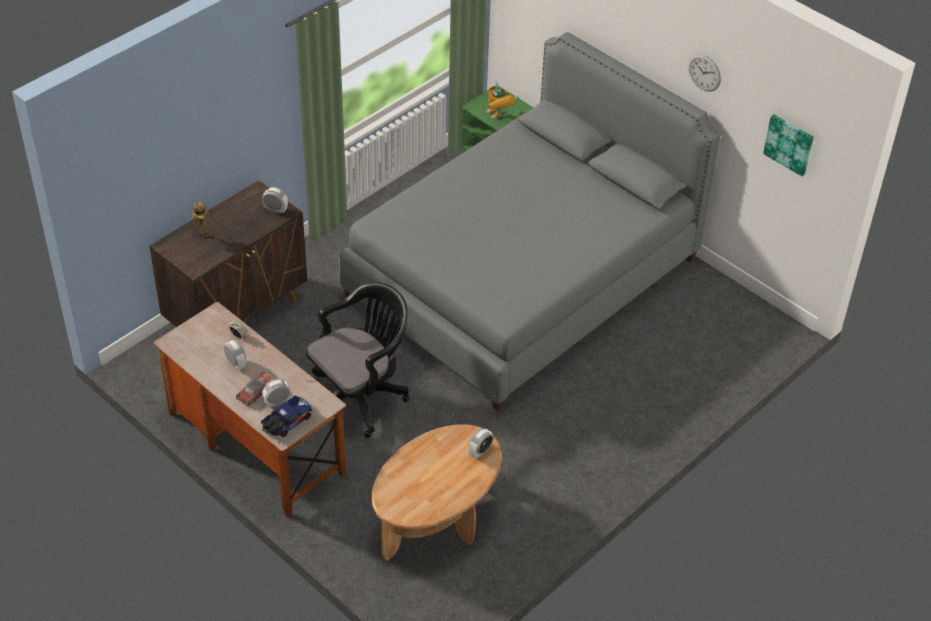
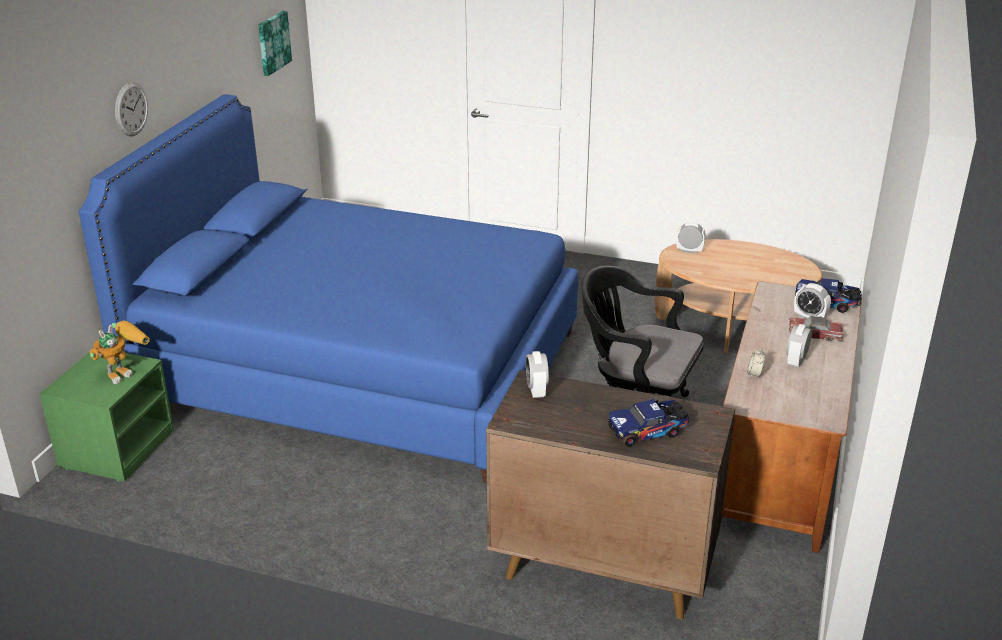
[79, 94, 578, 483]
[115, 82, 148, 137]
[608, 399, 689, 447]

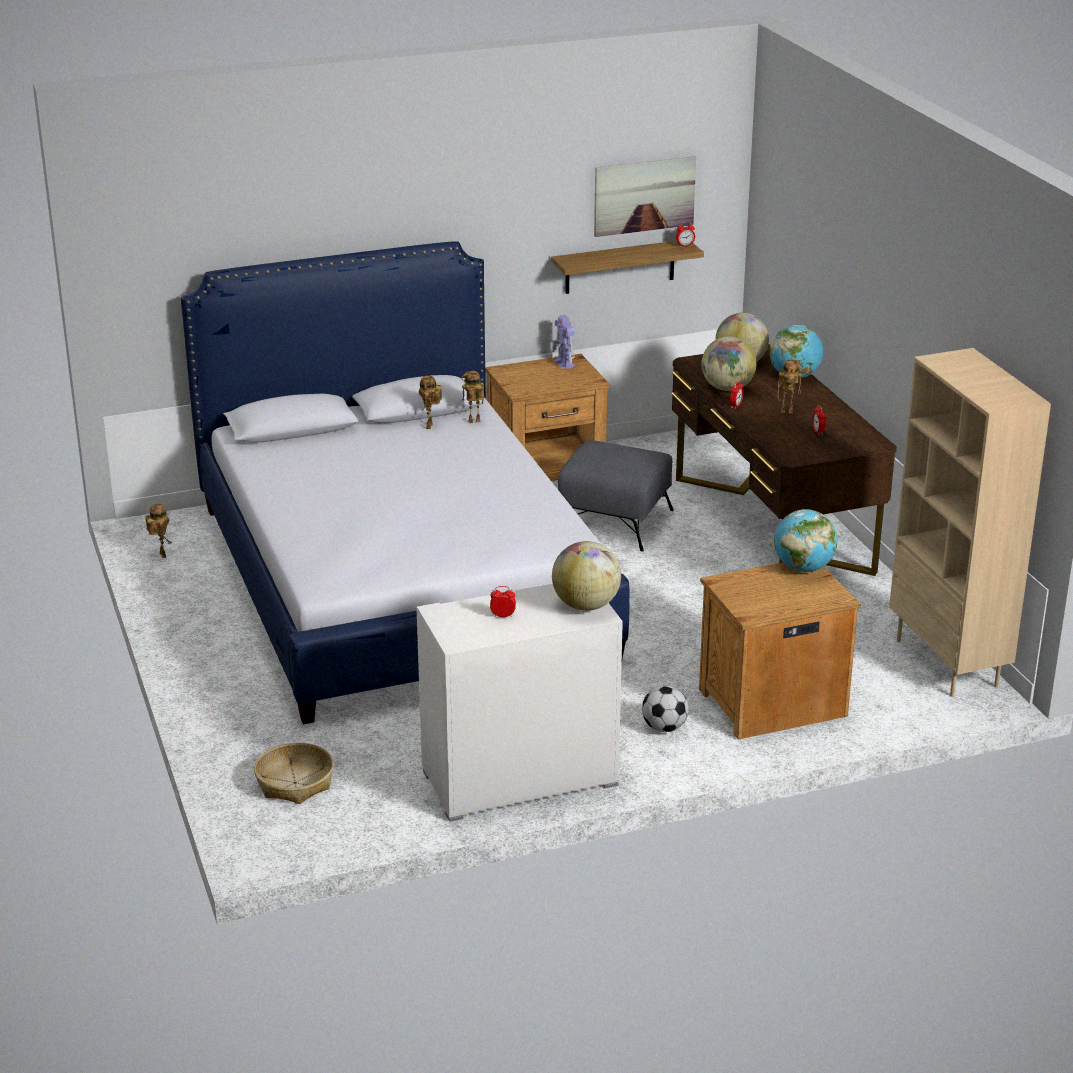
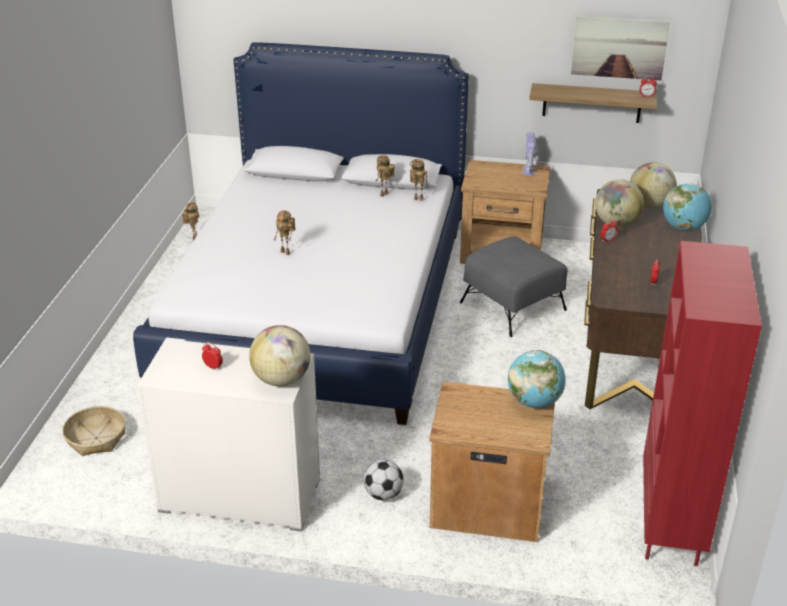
[643, 241, 762, 566]
[274, 210, 296, 255]

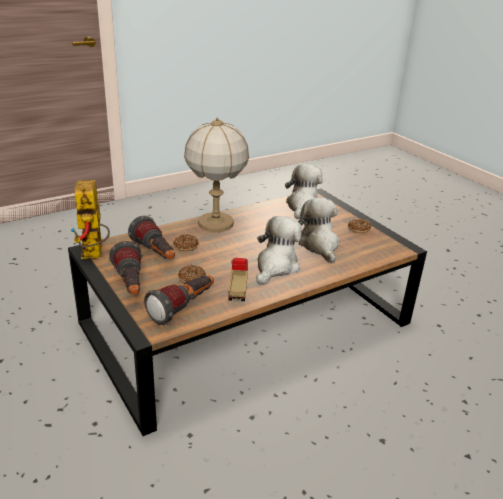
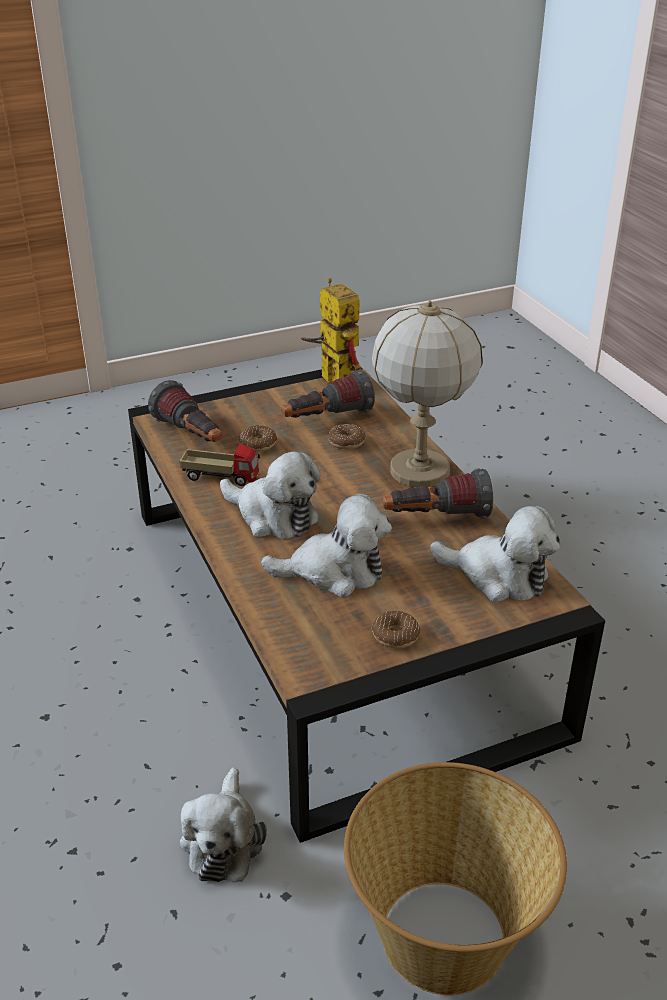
[301, 278, 361, 383]
[383, 468, 493, 519]
[344, 762, 567, 995]
[180, 767, 267, 883]

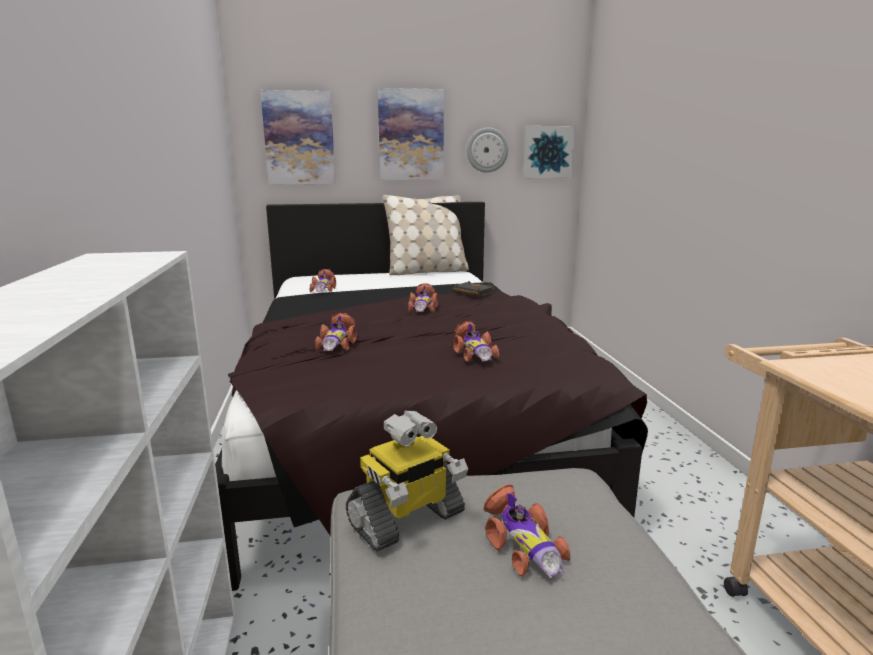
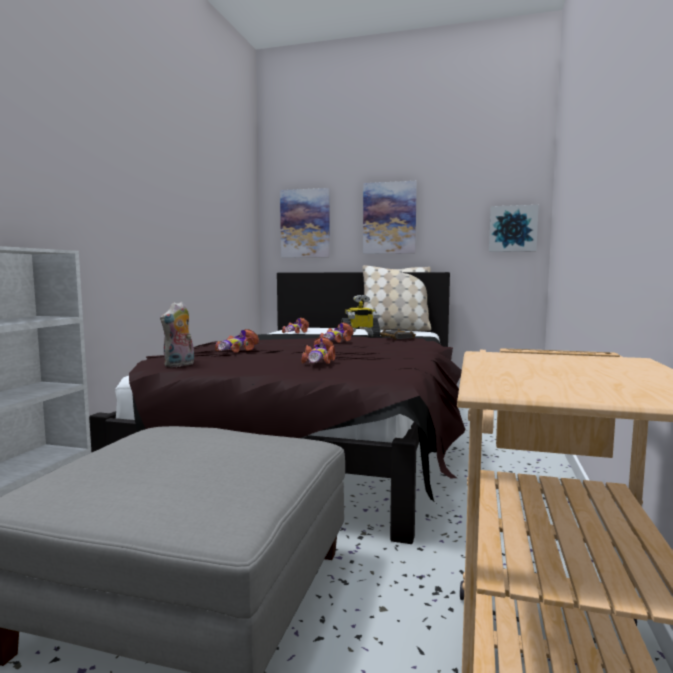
[467, 127, 508, 173] (first image)
[341, 295, 381, 337]
[483, 484, 570, 578] (first image)
[160, 302, 194, 368]

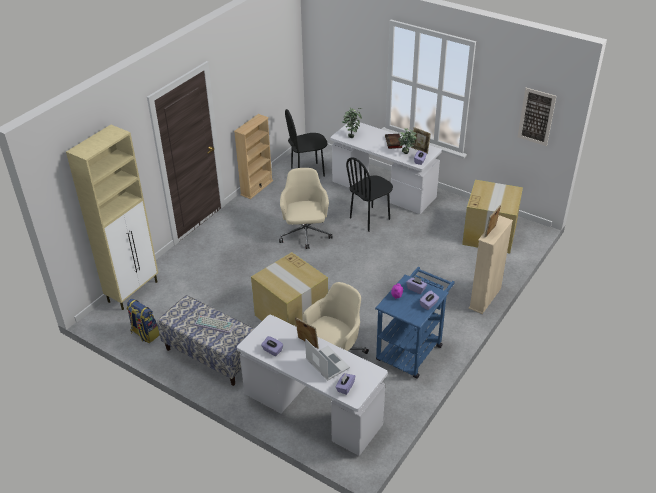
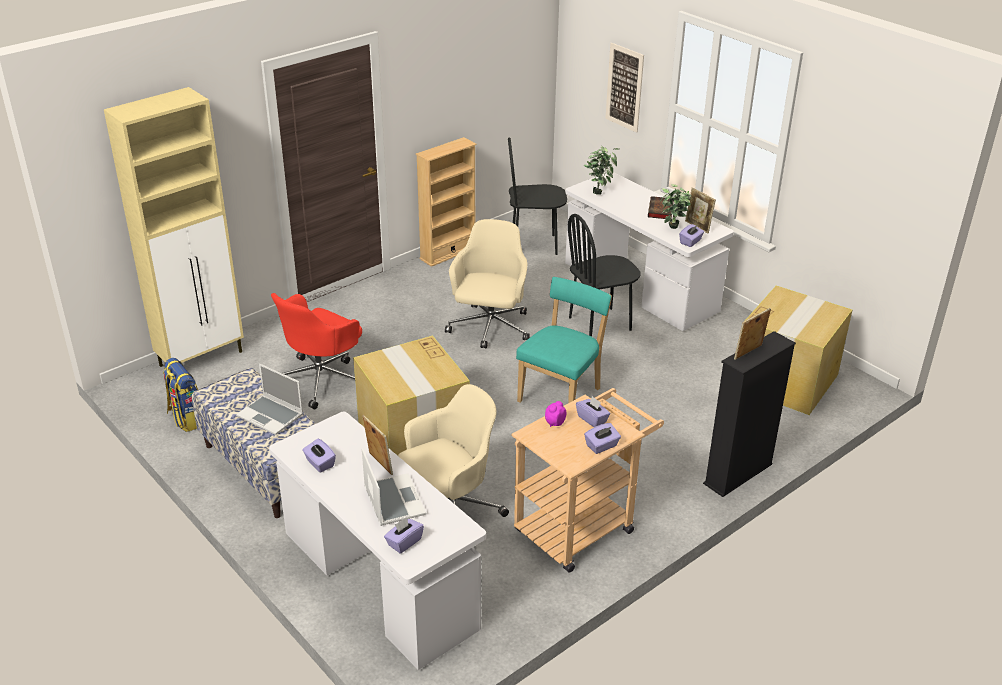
[605, 43, 644, 133]
[703, 331, 796, 497]
[511, 388, 664, 573]
[236, 364, 303, 435]
[516, 277, 612, 403]
[271, 293, 362, 409]

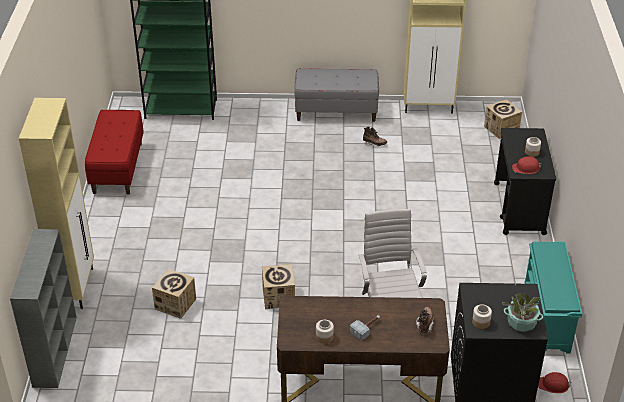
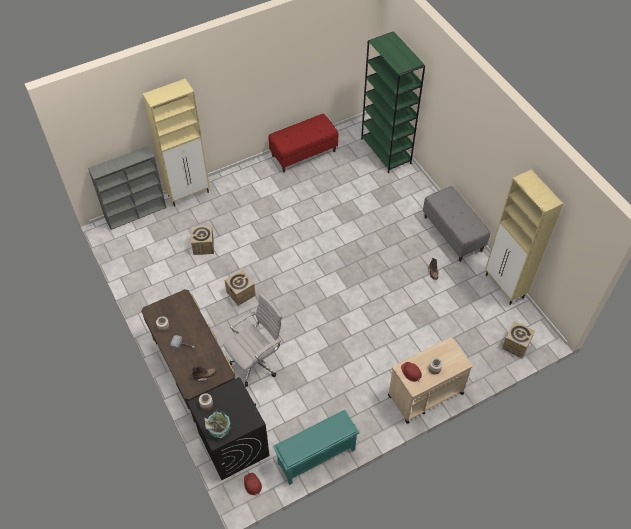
[388, 337, 473, 424]

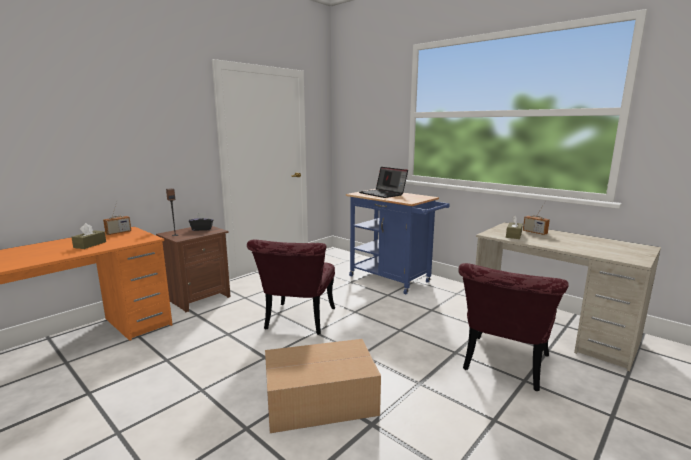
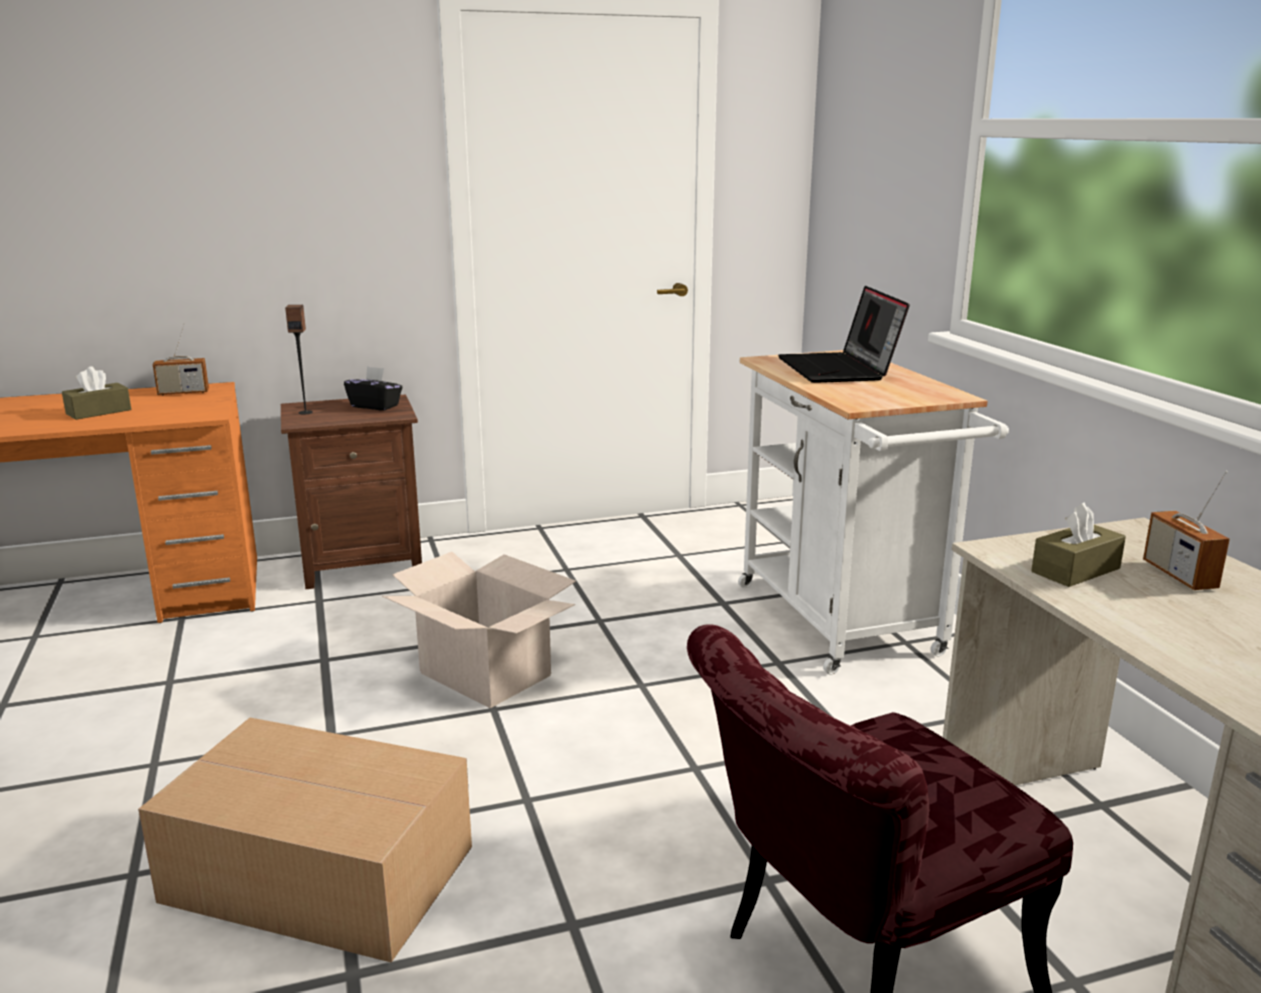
[738, 350, 1009, 674]
[382, 552, 576, 708]

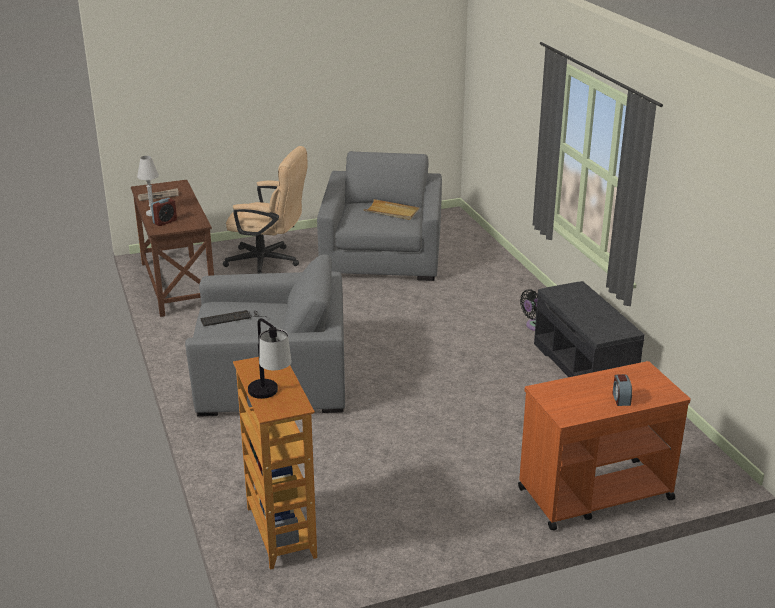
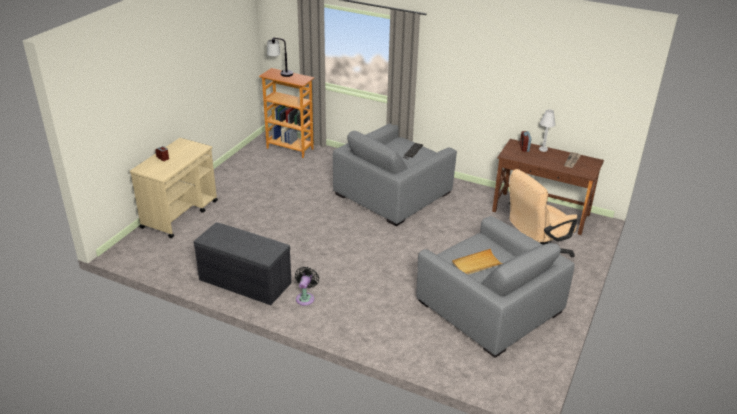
[130, 138, 218, 238]

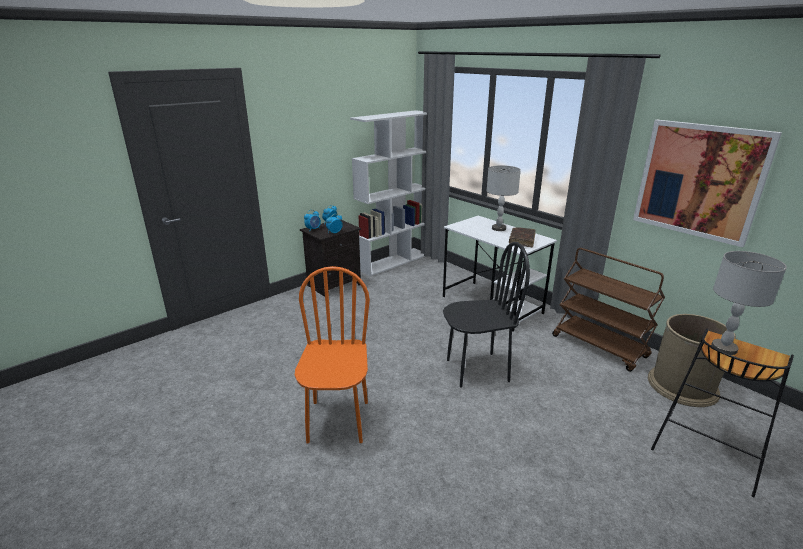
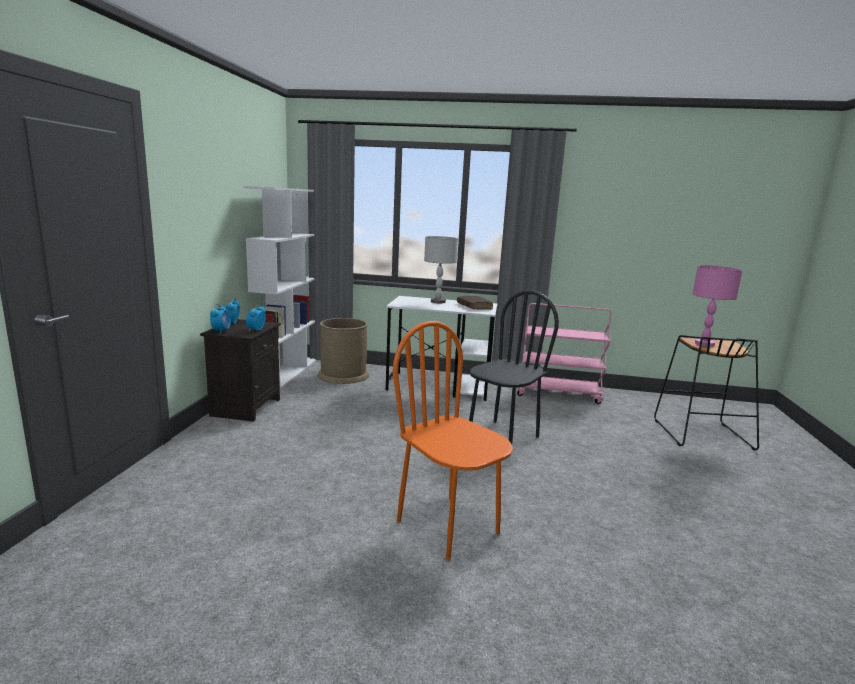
[633, 120, 782, 248] (first image)
[517, 303, 611, 404]
[692, 265, 742, 347]
[317, 318, 369, 384]

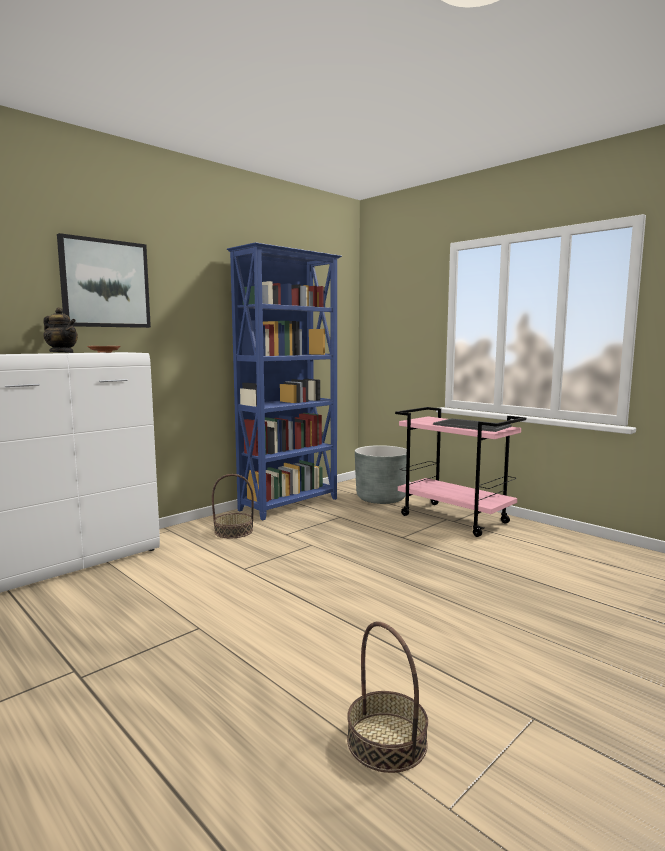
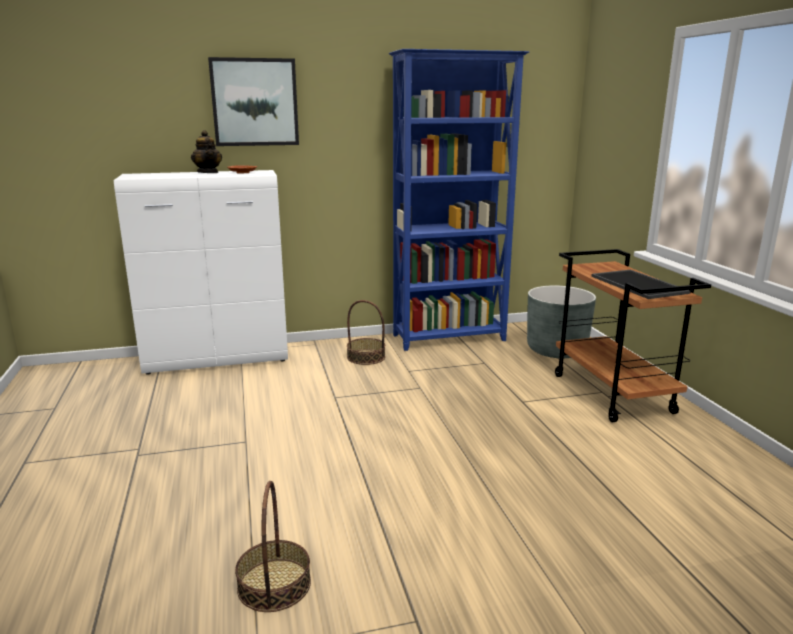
[555, 249, 711, 422]

